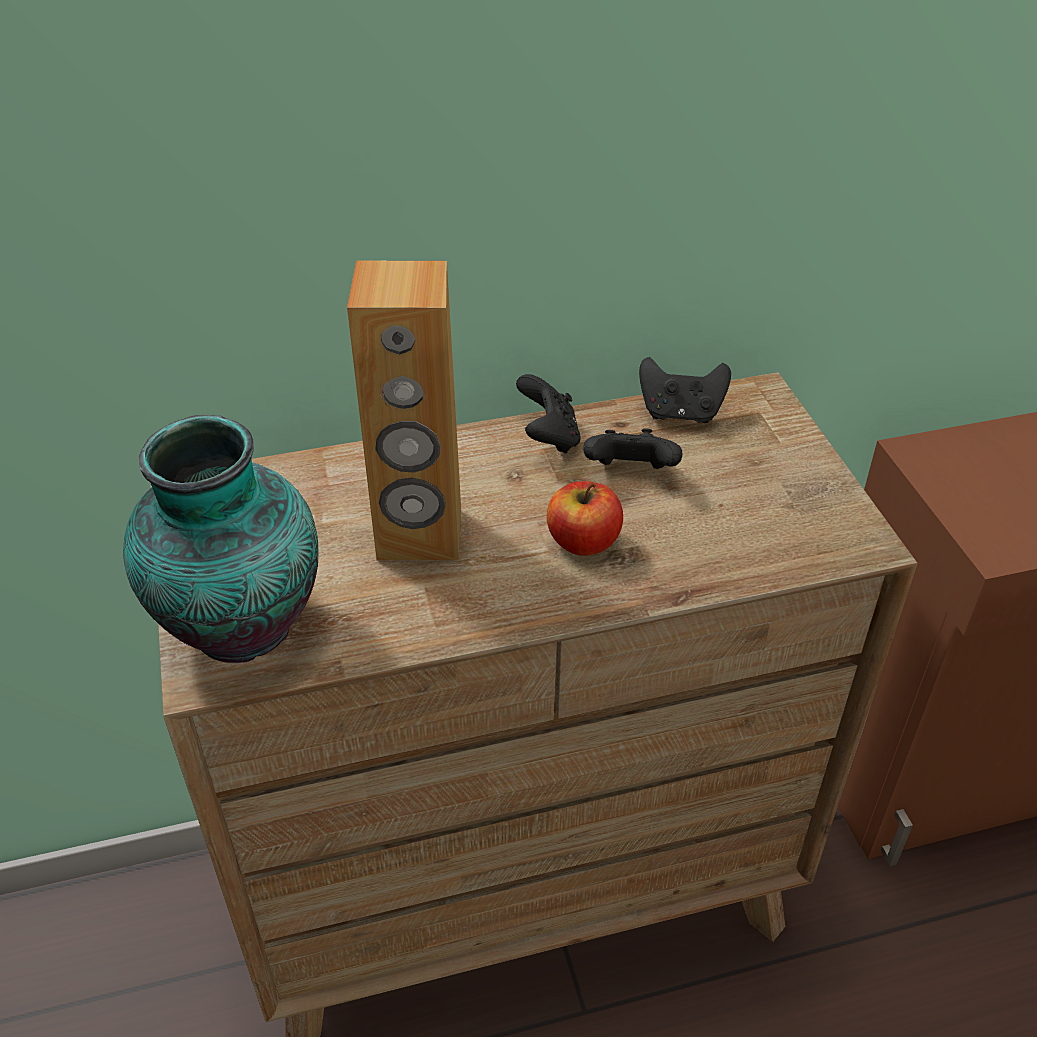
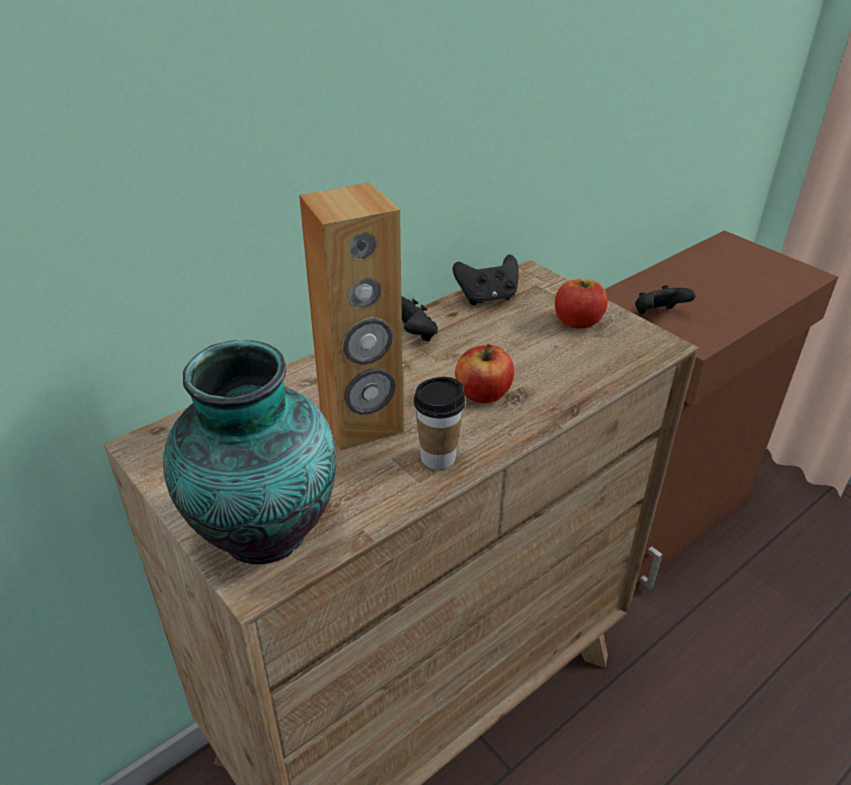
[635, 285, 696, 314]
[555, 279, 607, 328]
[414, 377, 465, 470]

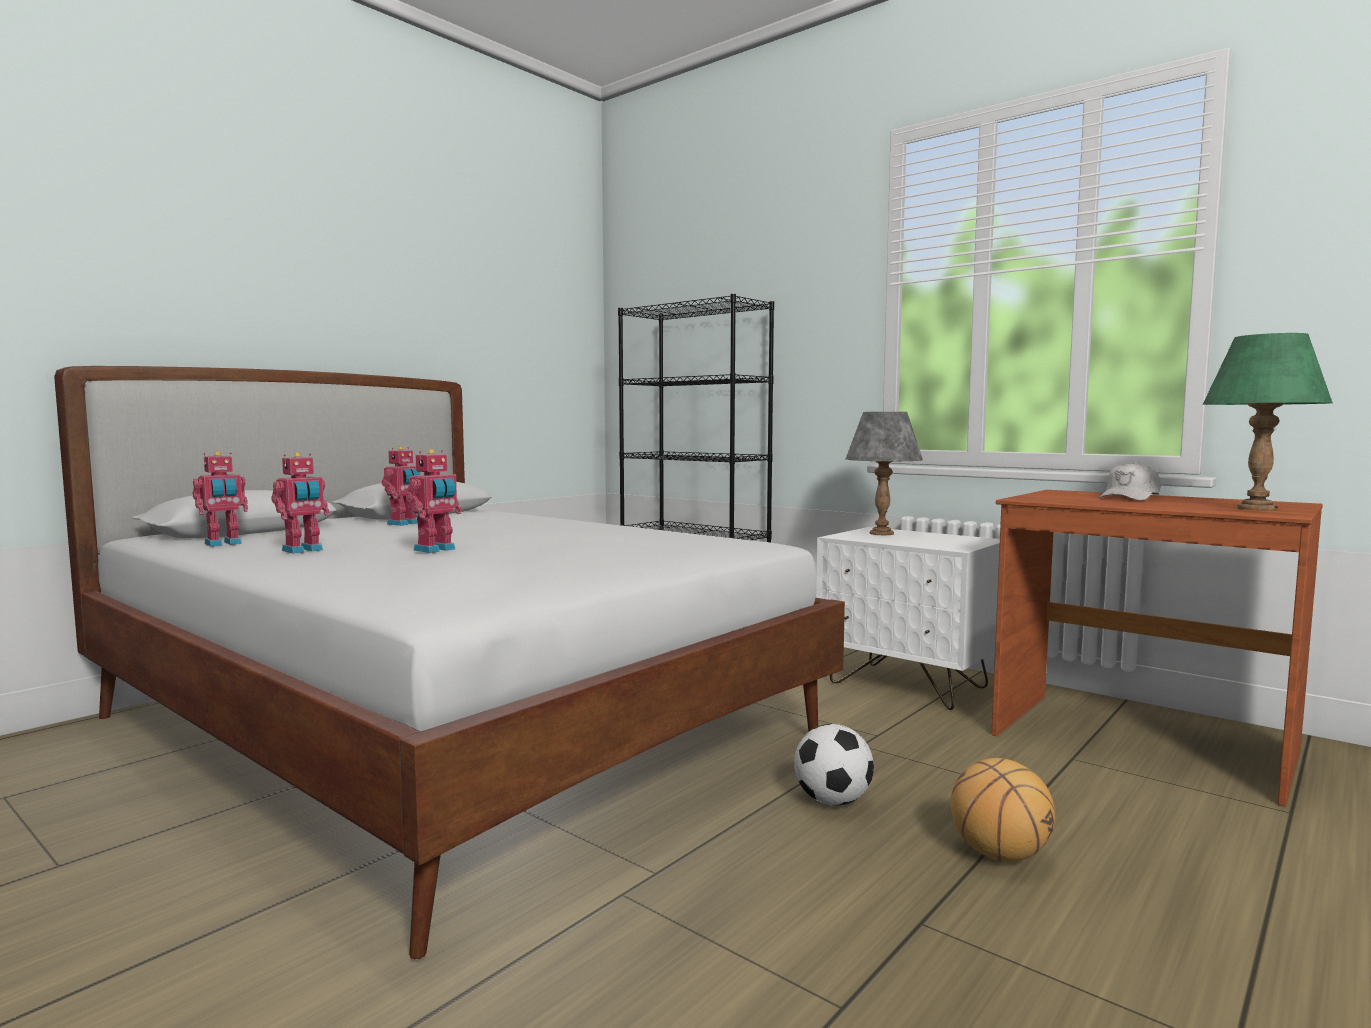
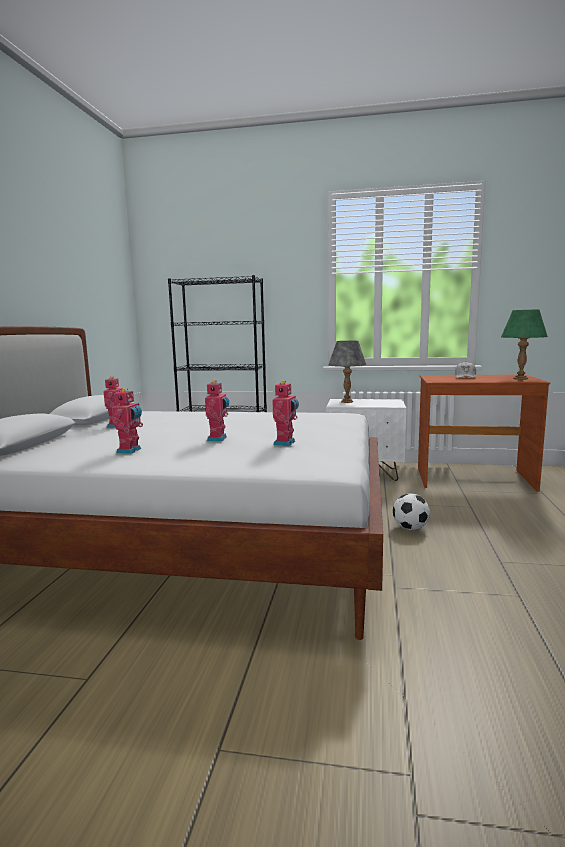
[272, 381, 299, 446]
[951, 758, 1056, 862] (first image)

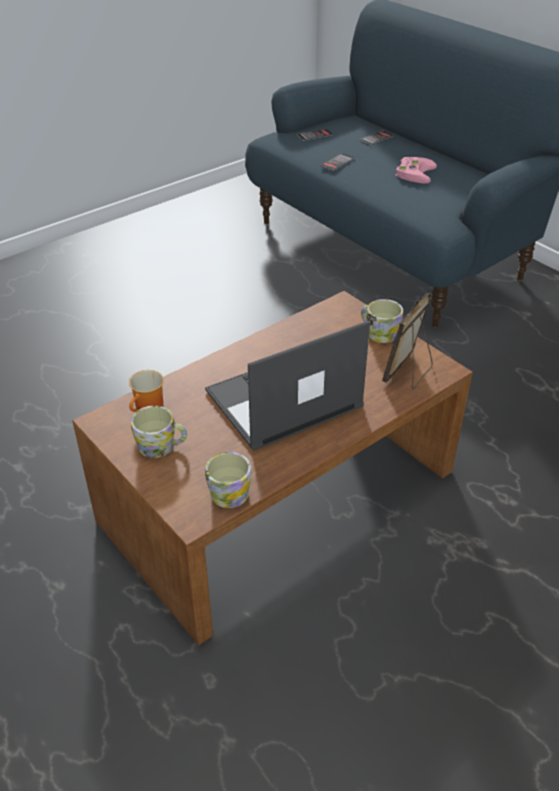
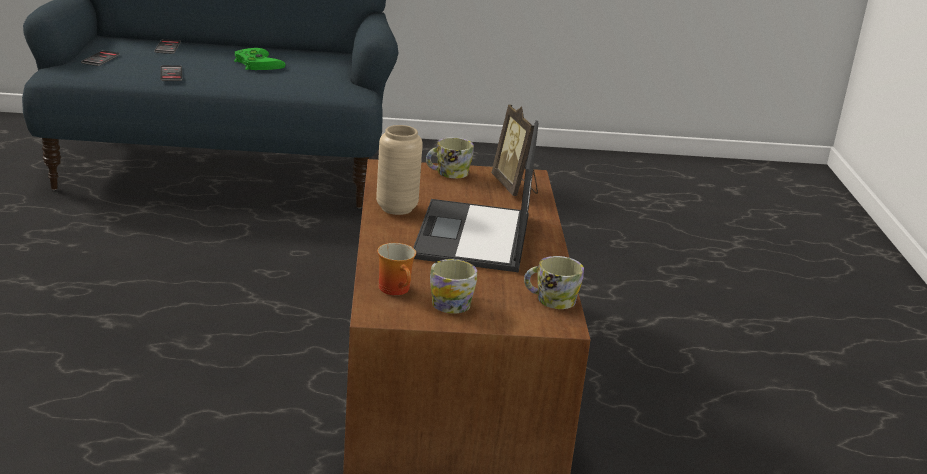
[234, 48, 285, 70]
[376, 125, 423, 215]

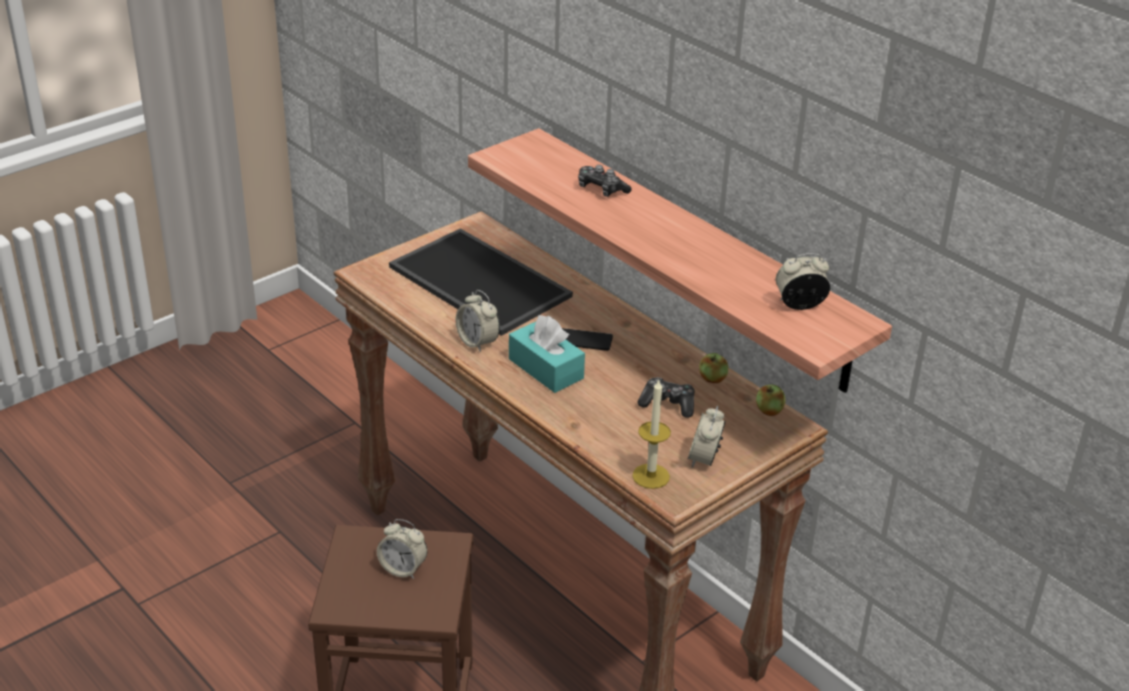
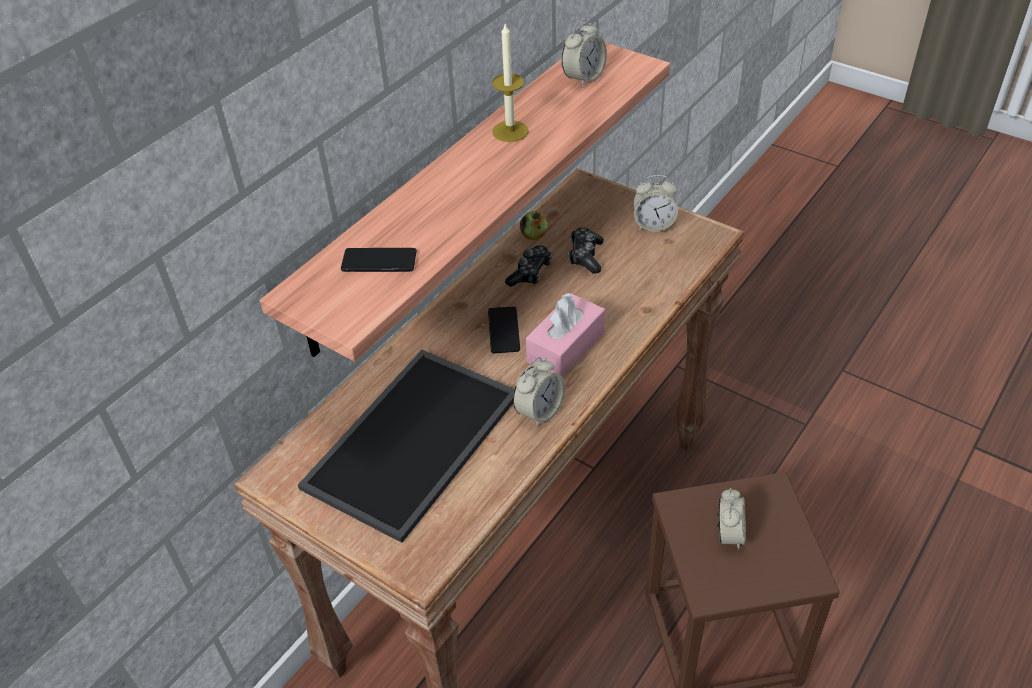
[505, 245, 552, 287]
[562, 19, 607, 88]
[526, 293, 605, 378]
[492, 24, 529, 142]
[756, 384, 786, 416] (first image)
[341, 248, 417, 272]

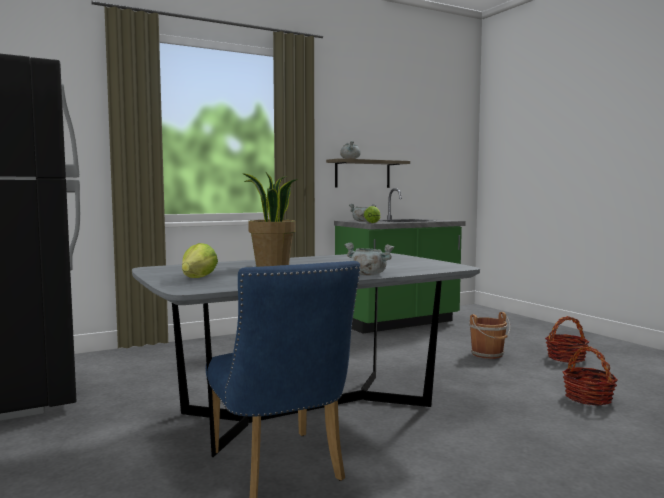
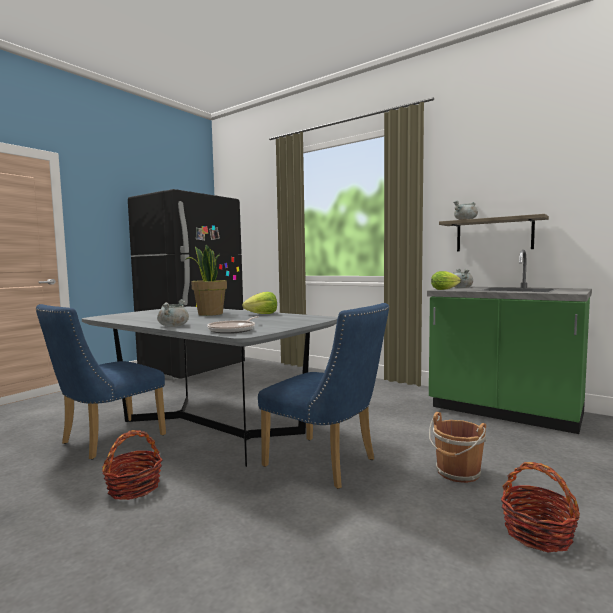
[242, 292, 277, 314]
[102, 430, 162, 500]
[258, 303, 389, 489]
[207, 316, 259, 334]

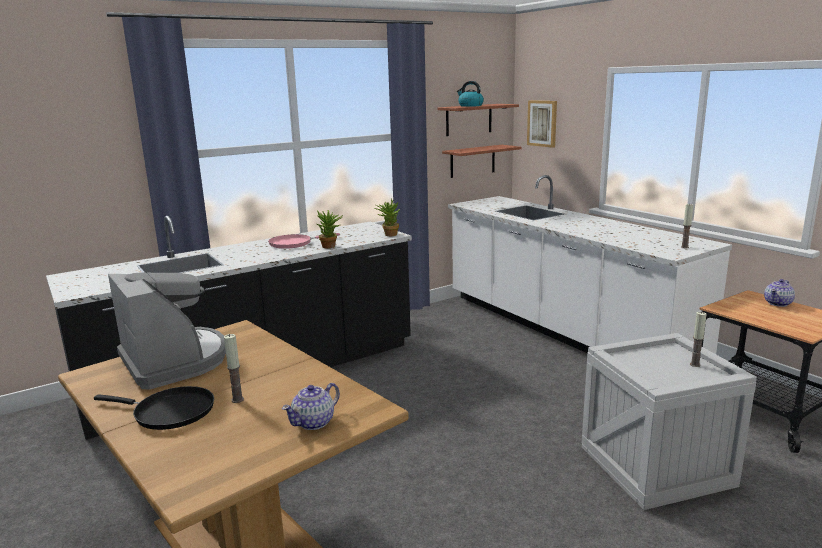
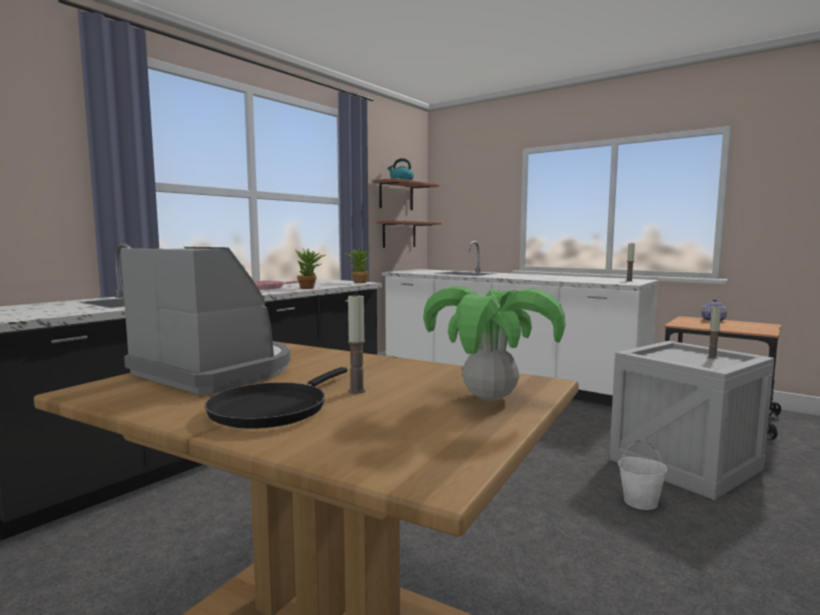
[527, 100, 557, 148] (first image)
[423, 286, 566, 401]
[205, 367, 347, 428]
[618, 440, 668, 510]

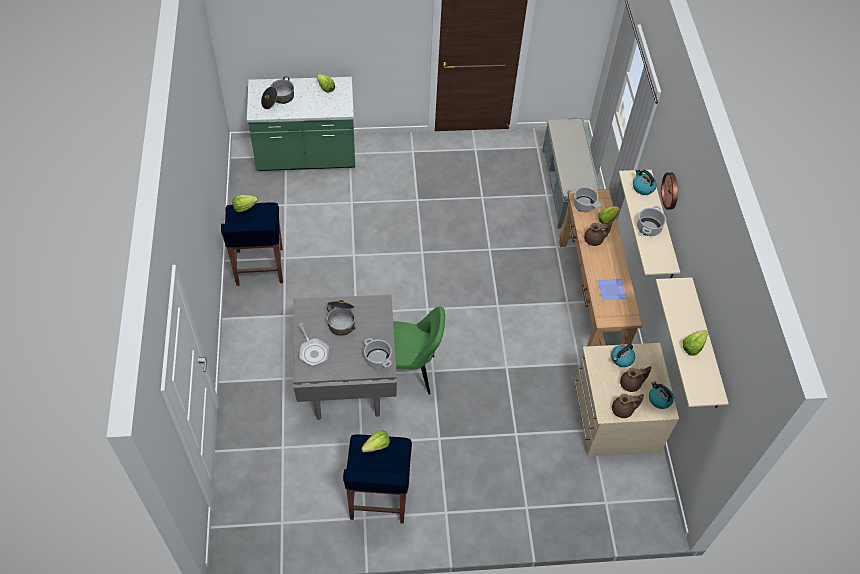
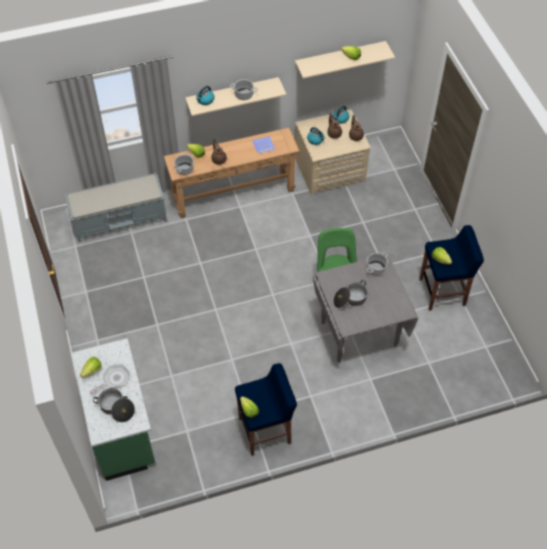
[661, 172, 678, 210] (first image)
[90, 365, 130, 394]

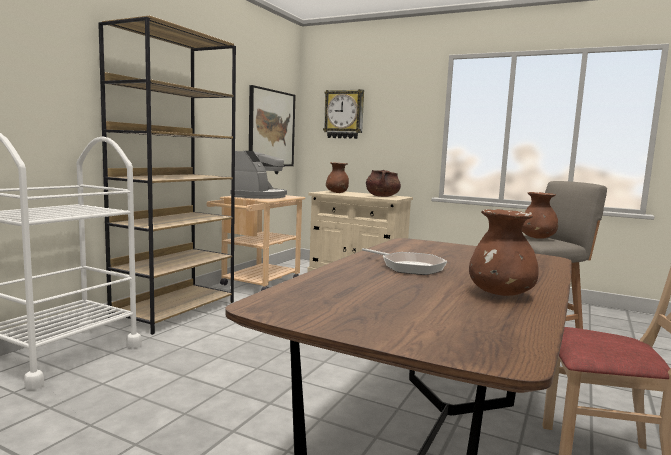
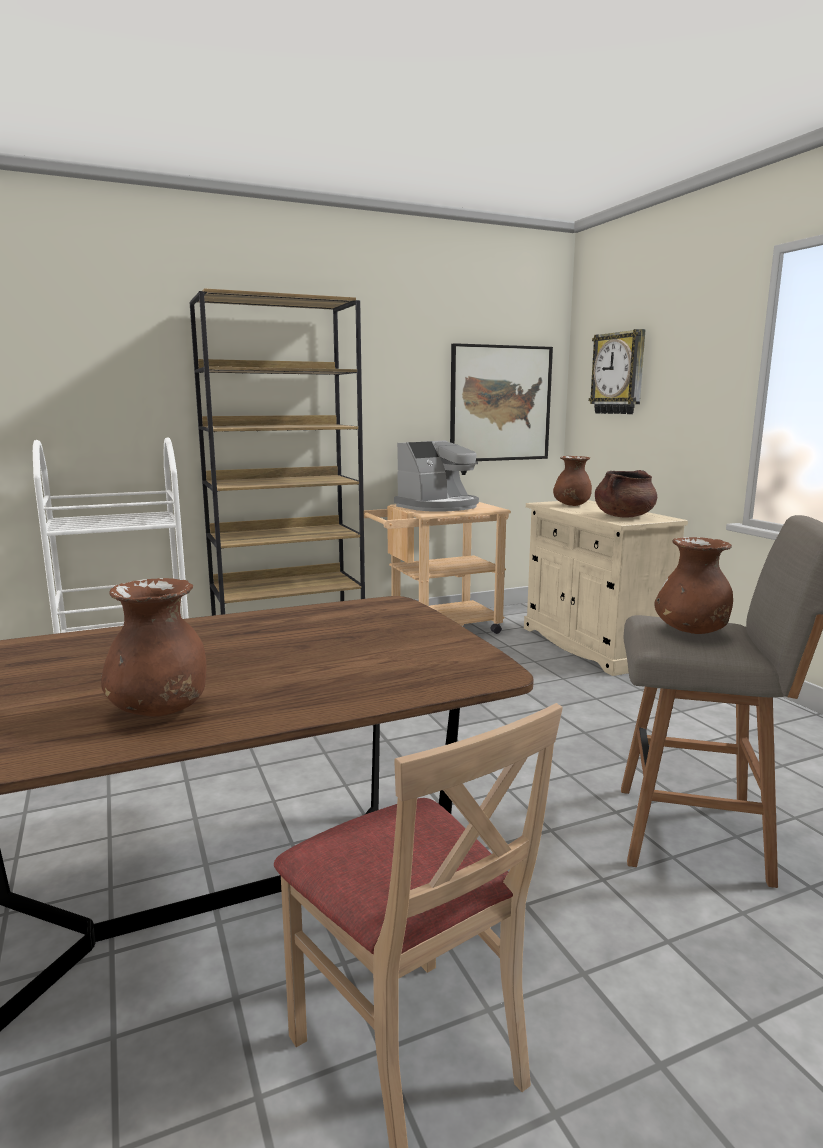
[362, 248, 447, 275] (first image)

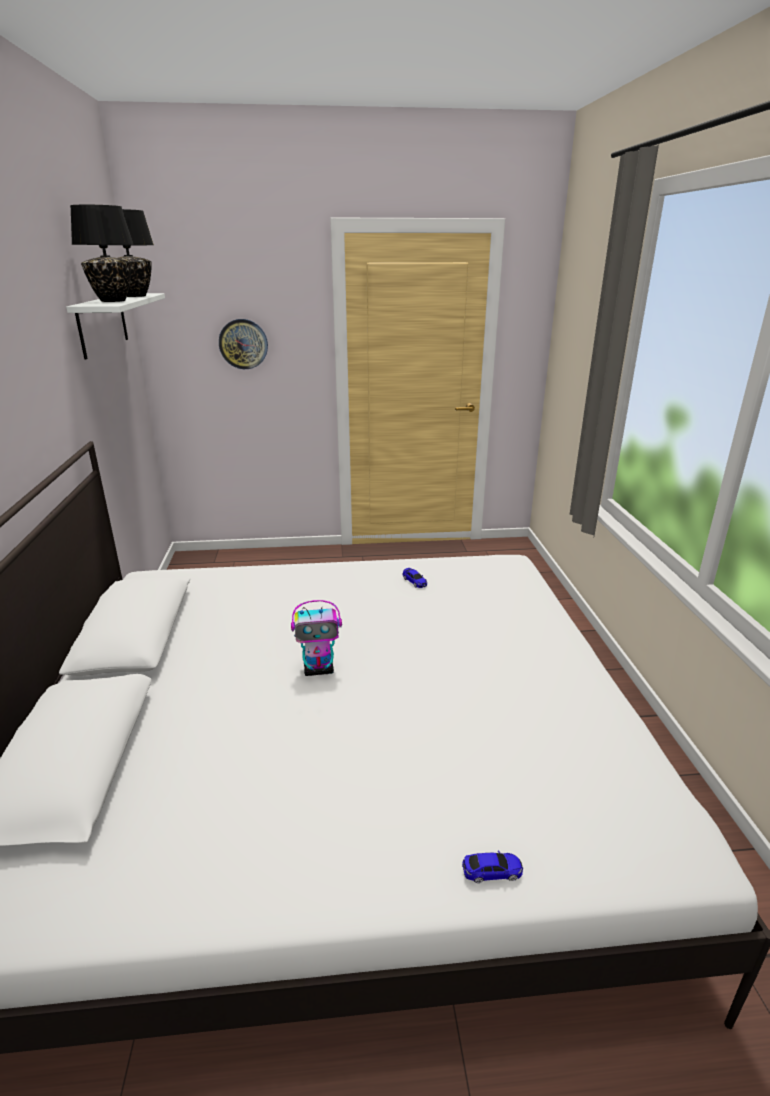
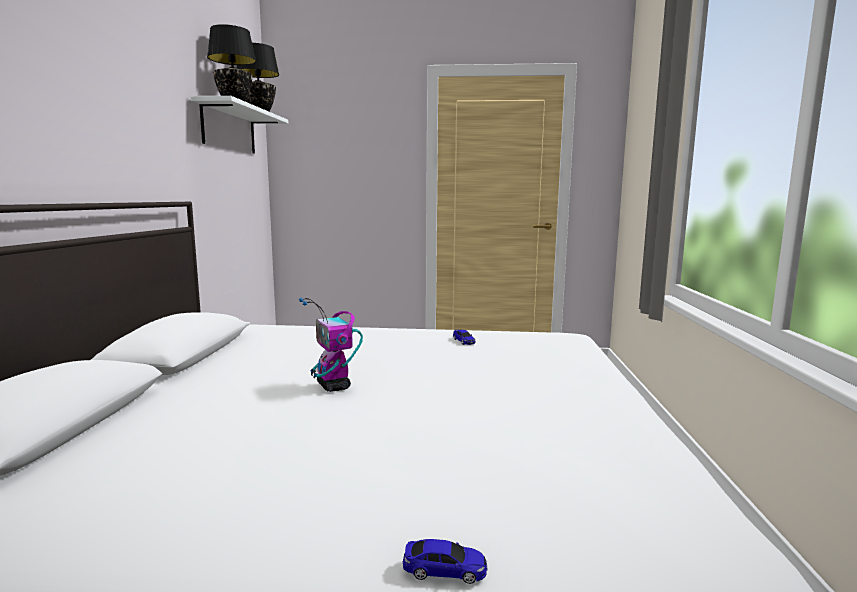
[219, 319, 268, 369] (first image)
[299, 298, 363, 392]

